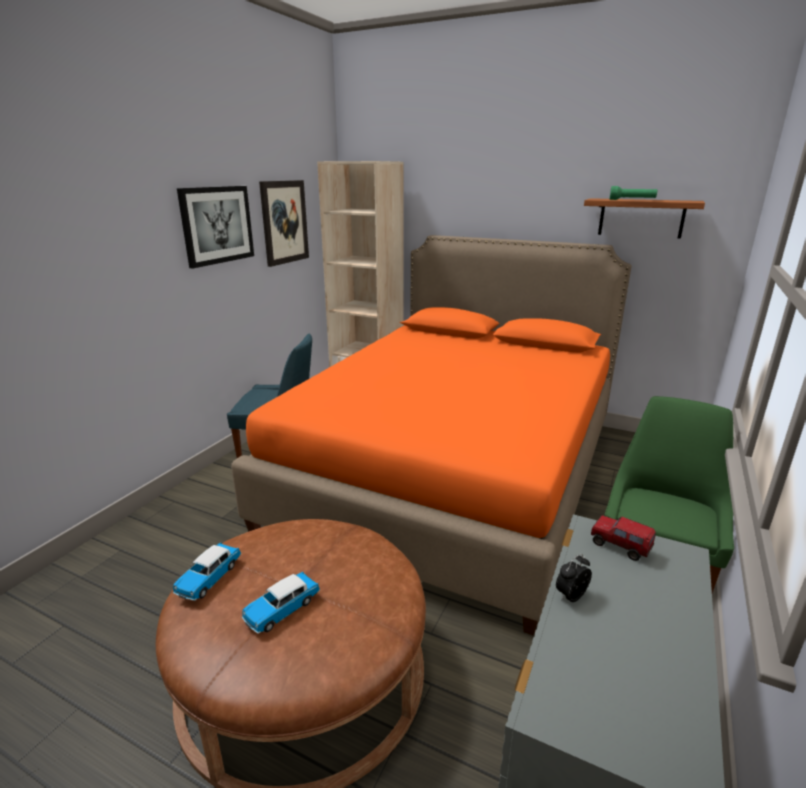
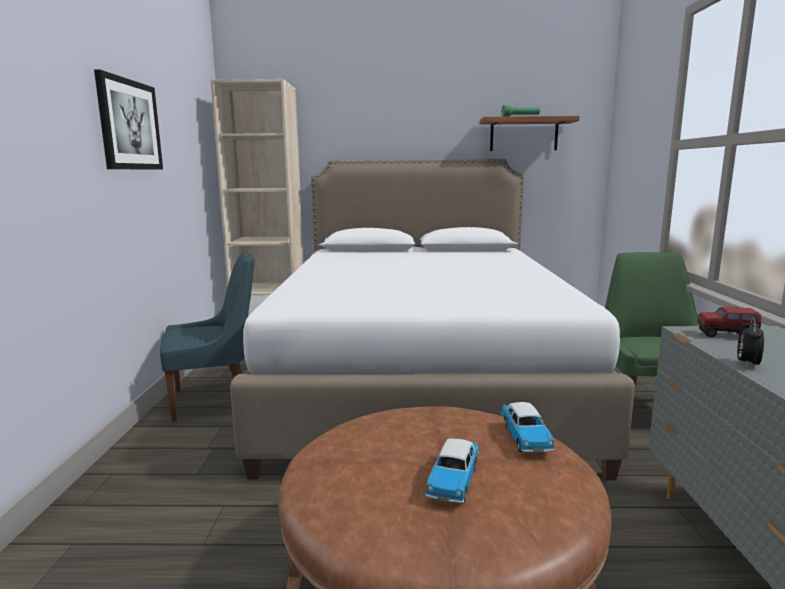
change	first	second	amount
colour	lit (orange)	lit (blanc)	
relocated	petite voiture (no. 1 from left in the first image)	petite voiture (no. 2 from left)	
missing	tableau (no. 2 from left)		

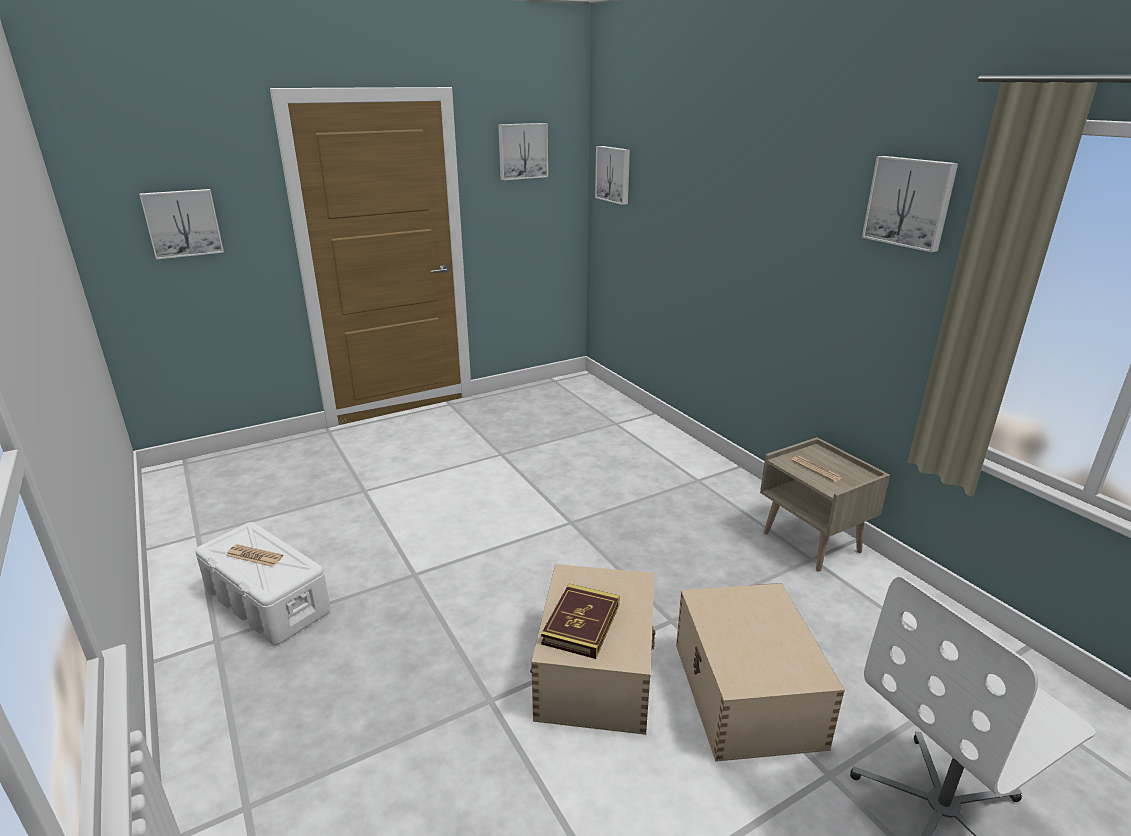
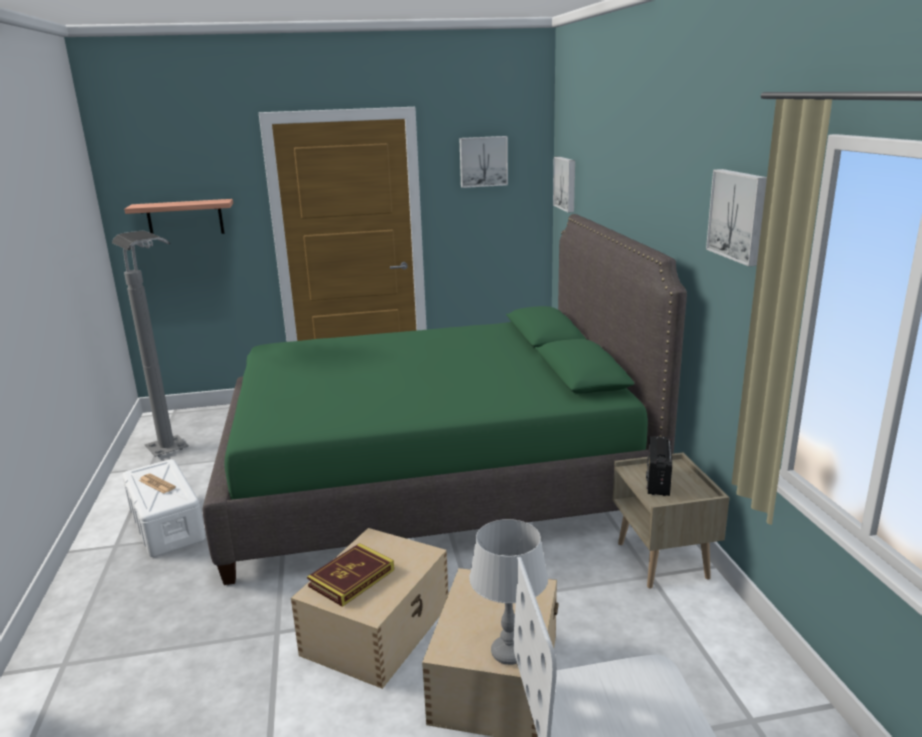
change	first	second	amount
appeared		lampadaire (gris)	
exchanged	tableau (no. 1 from left)	étagère	
appeared		lit (vert)	
appeared		lampe de table (gris)	
exchanged	journal (no. 2 from left)	radio	

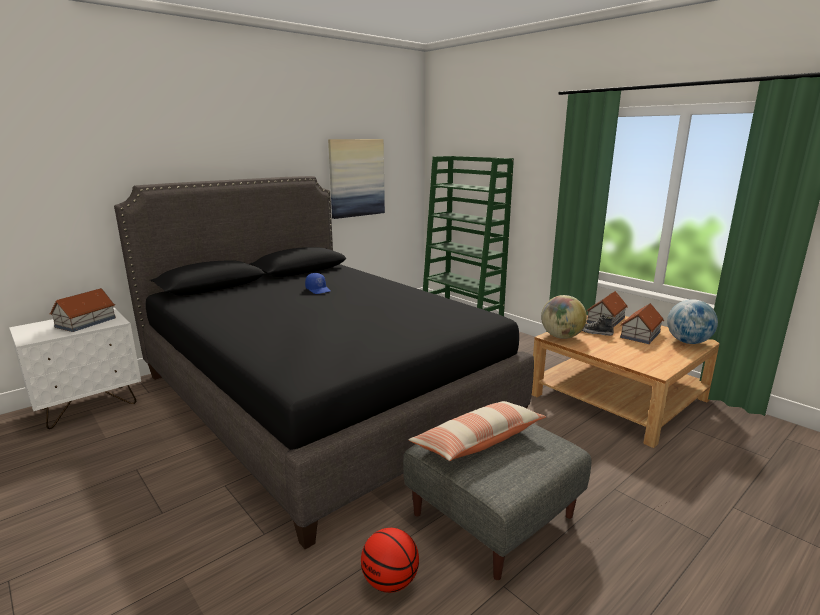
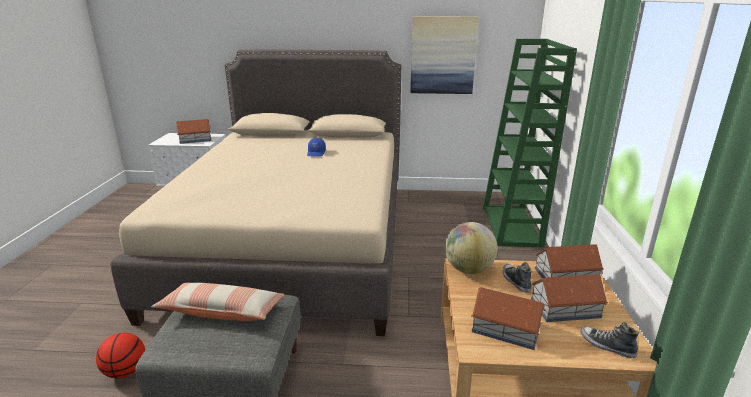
change	first	second	amount
colour	lit (noir)	lit (beige)	
appeared		maison miniature (no. 2 from left)	
exchanged	globe (no. 2 from left)	chaussure (no. 2 from left)	

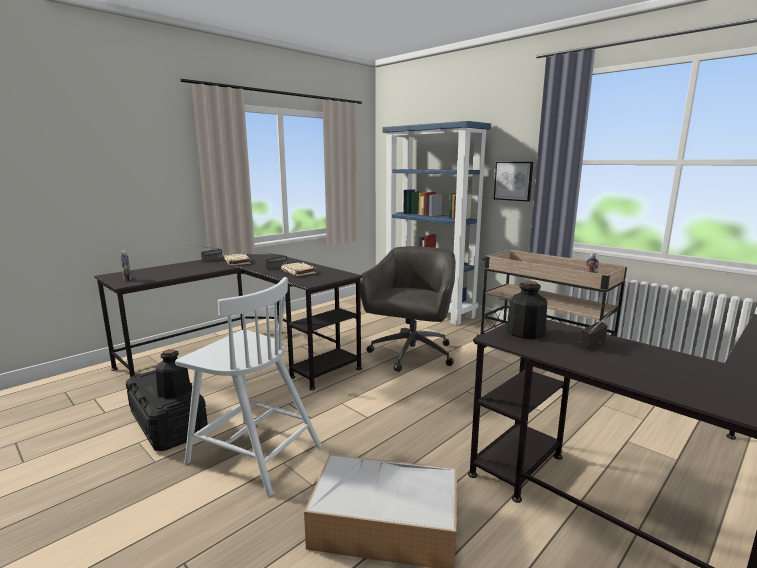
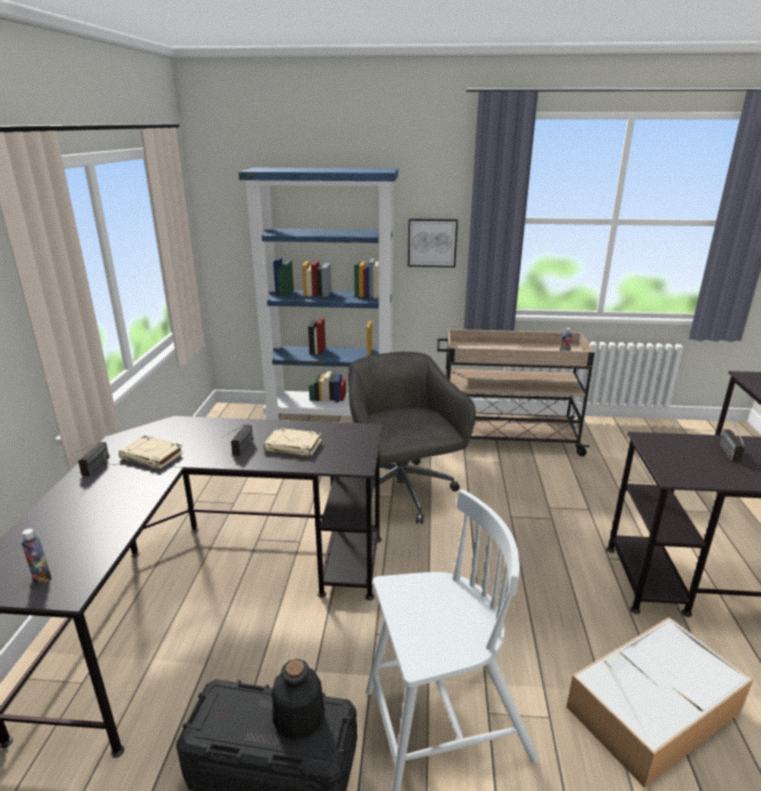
change	first	second	amount
missing	bouteille (no. 3 from left)		

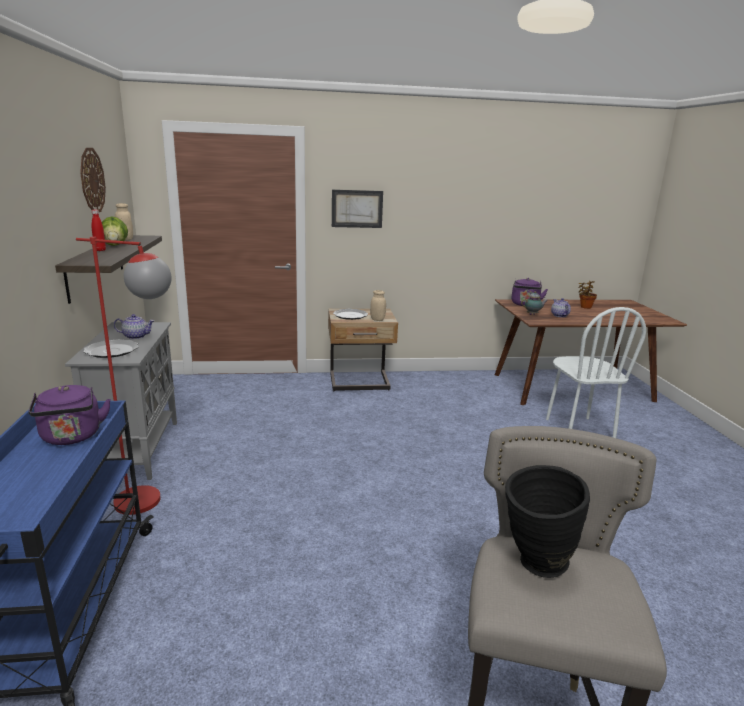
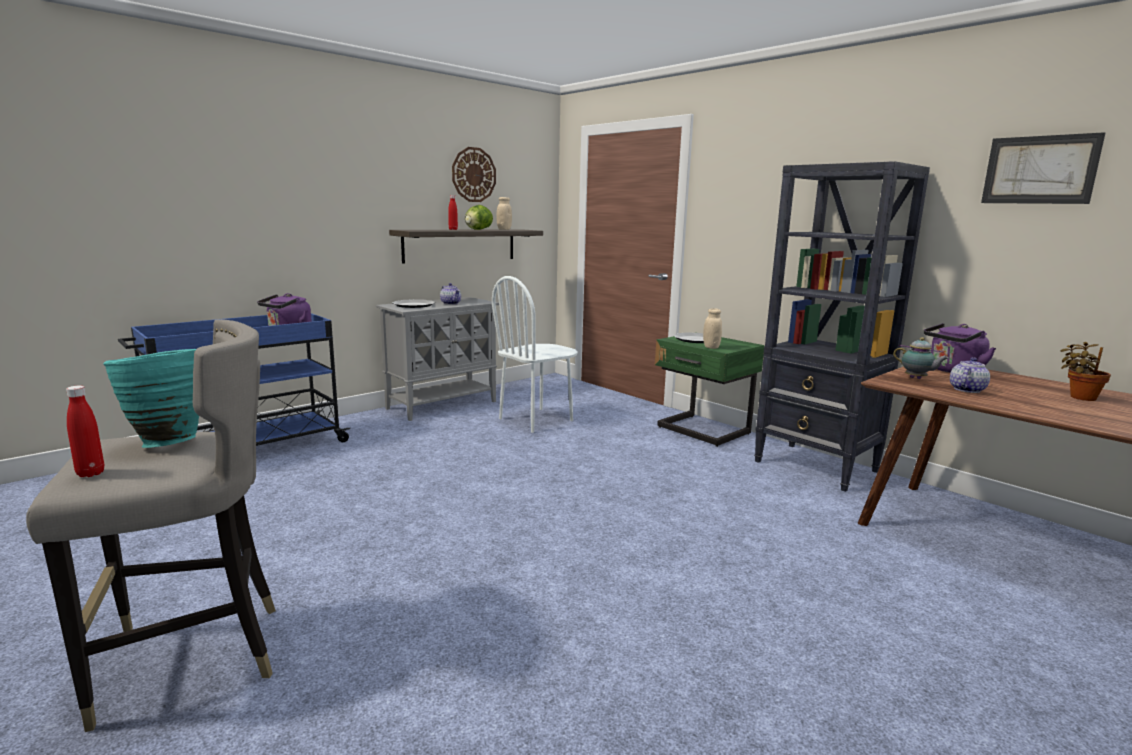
change	first	second	amount
appeared		bouteille (rouge) (no. 1 from left)	
colour	vase (noir)	vase (turquoise)	
relocated	chaise (blanc)		
colour	table de chevet (beige)	table de chevet (vert)	
appeared		bibliothèque (noir)	
relocated	tableau		
missing	lampadaire (rouge)		

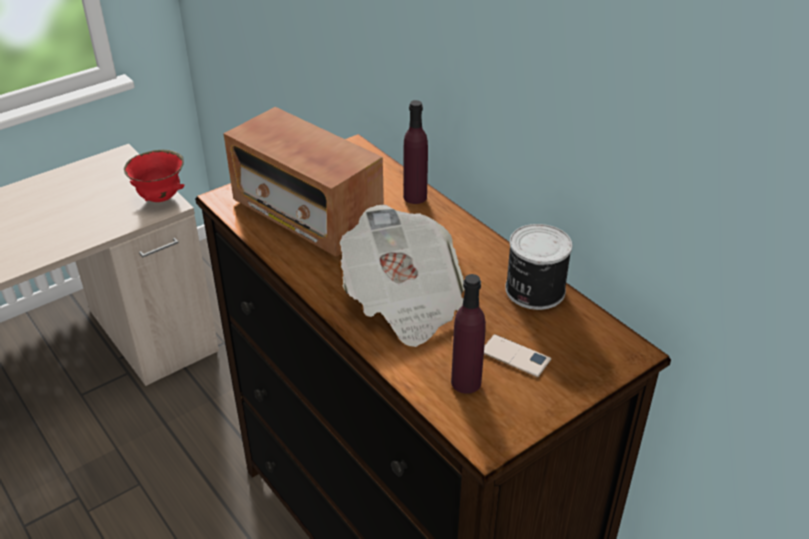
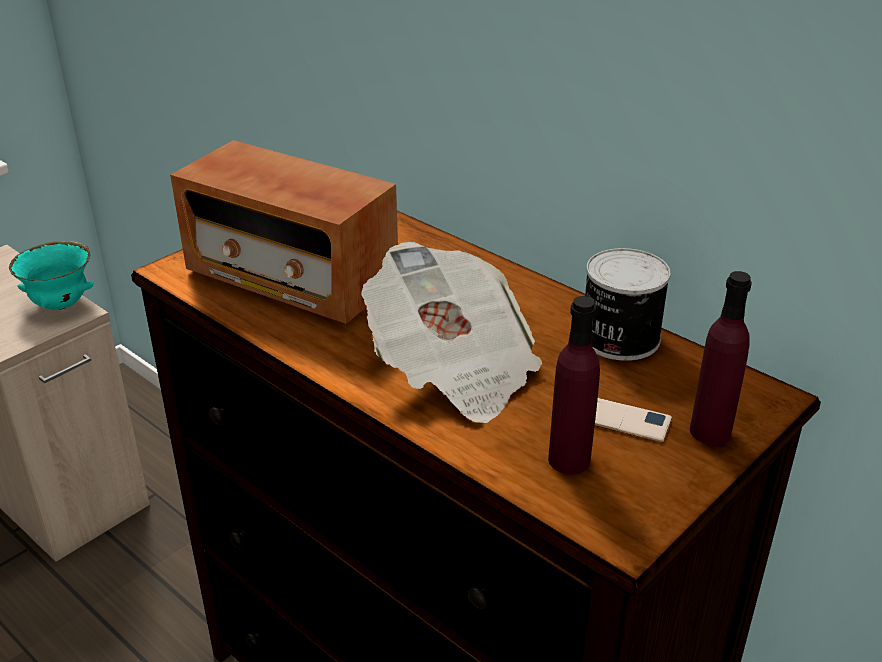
change	first	second	amount
colour	bol (rouge)	bol (turquoise)	
relocated	bouteille (violet) (no. 1 from left in the first image)	bouteille (violet) (no. 2 from left)	

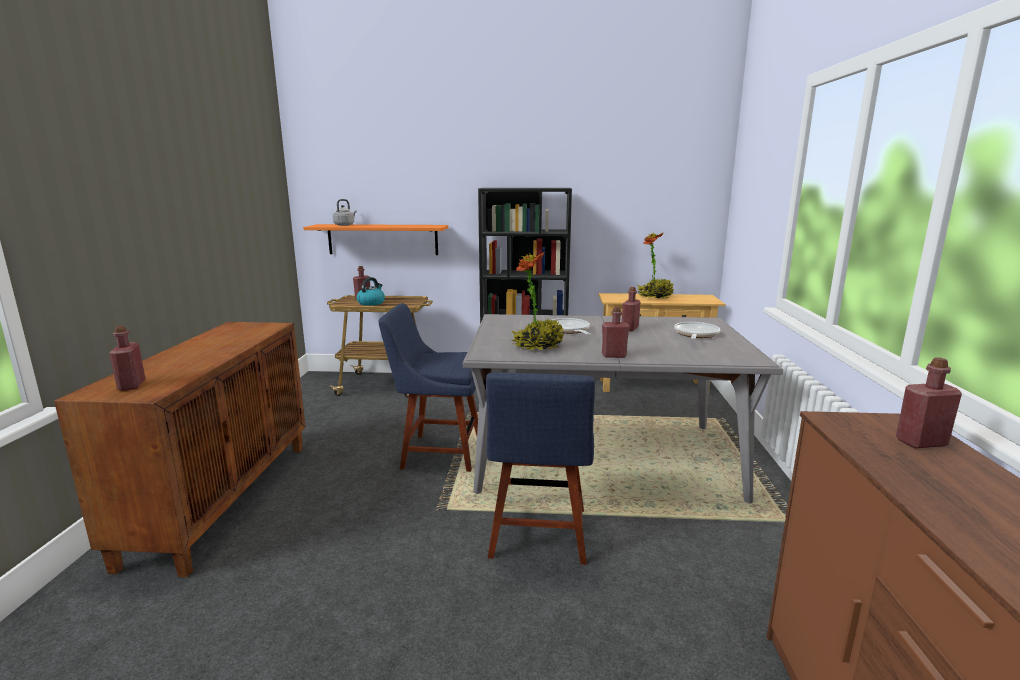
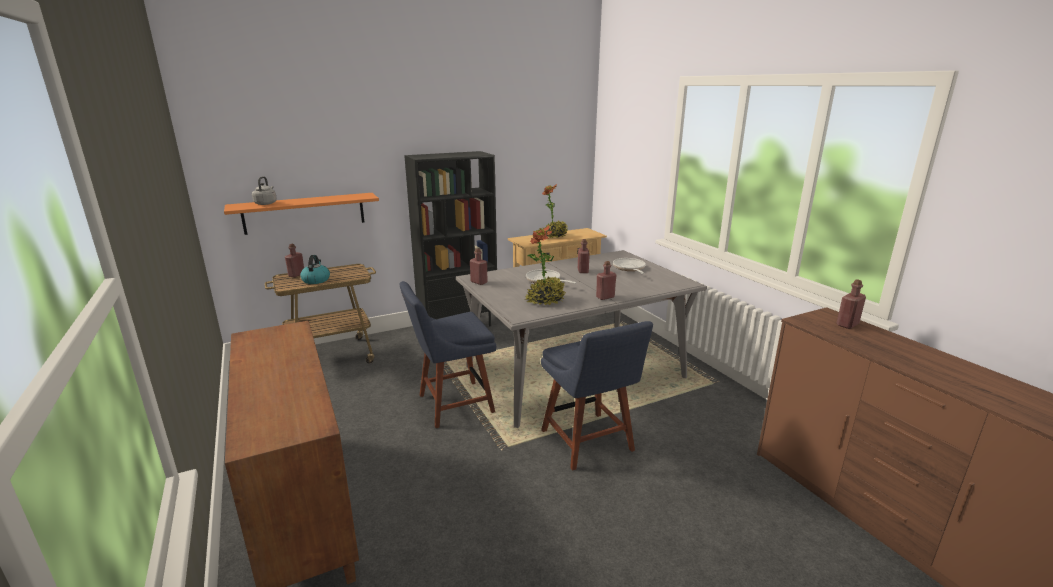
change	first	second	amount
relocated	bouteille (rouge) (no. 1 from left in the first image)	bouteille (rouge) (no. 2 from left)	

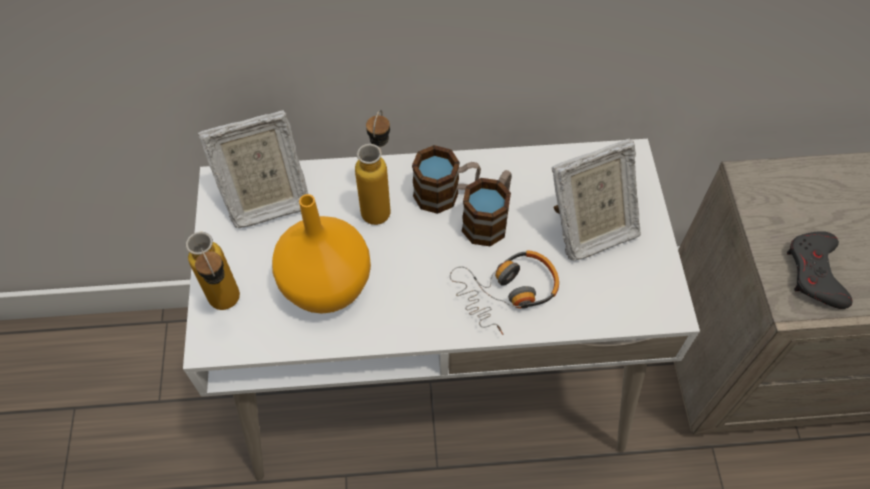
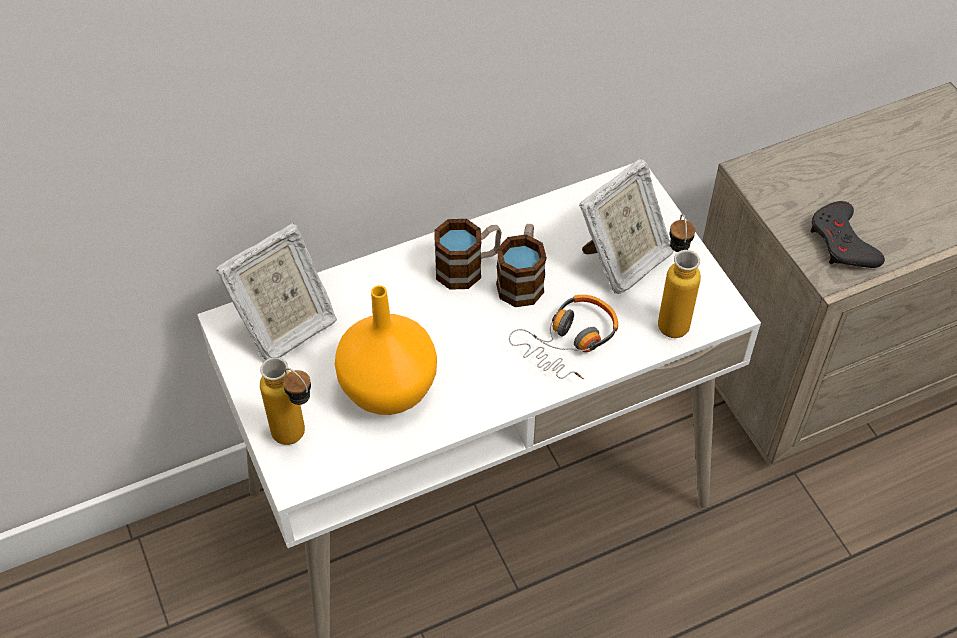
change	first	second	amount
relocated	bouteille (no. 2 from left)		

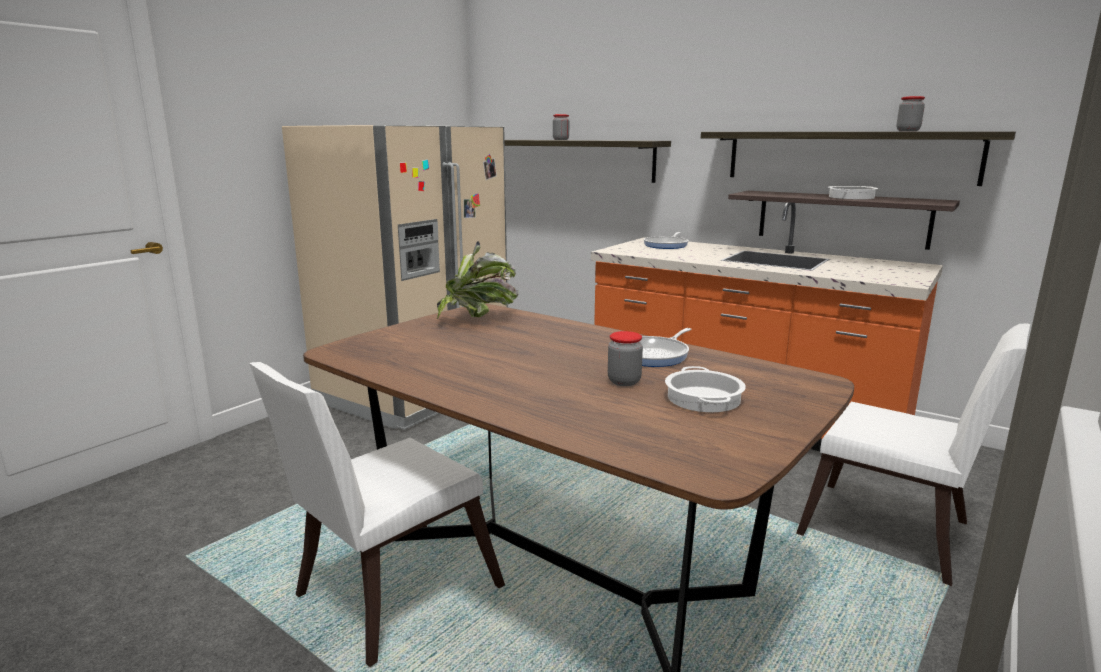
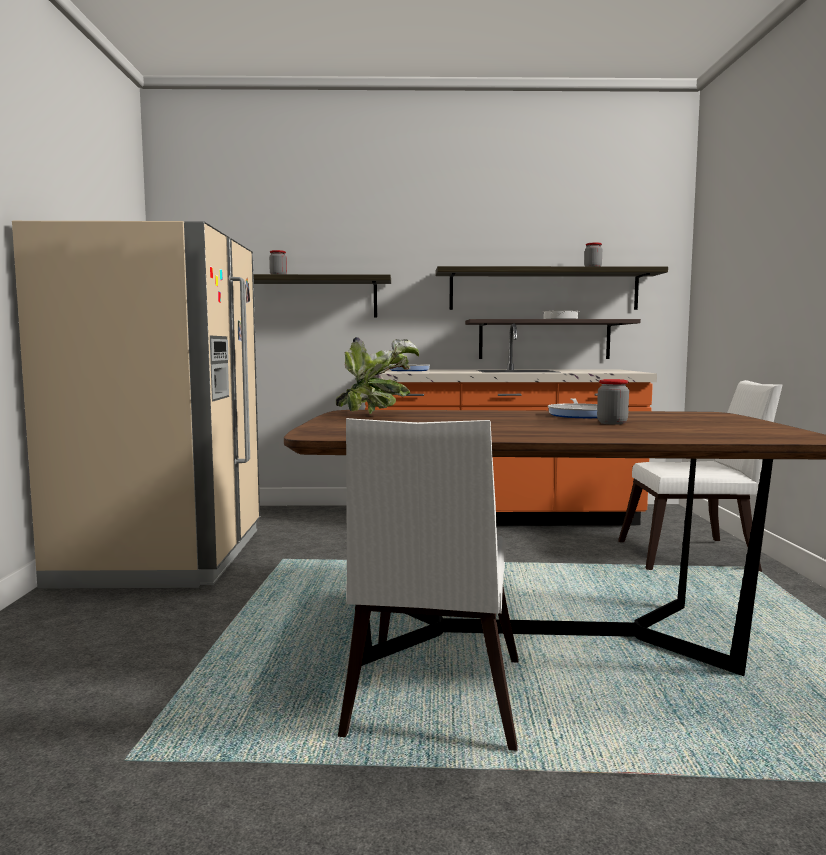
change	first	second	amount
missing	marmite (no. 1 from left)		

